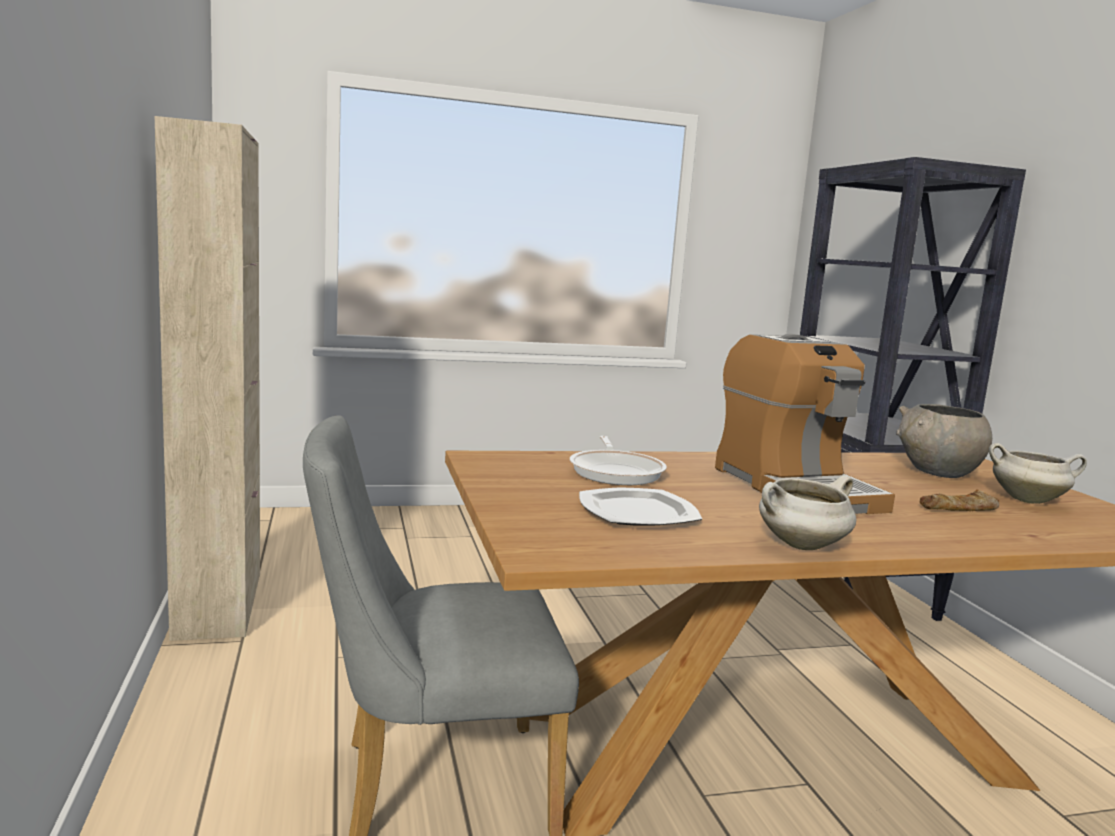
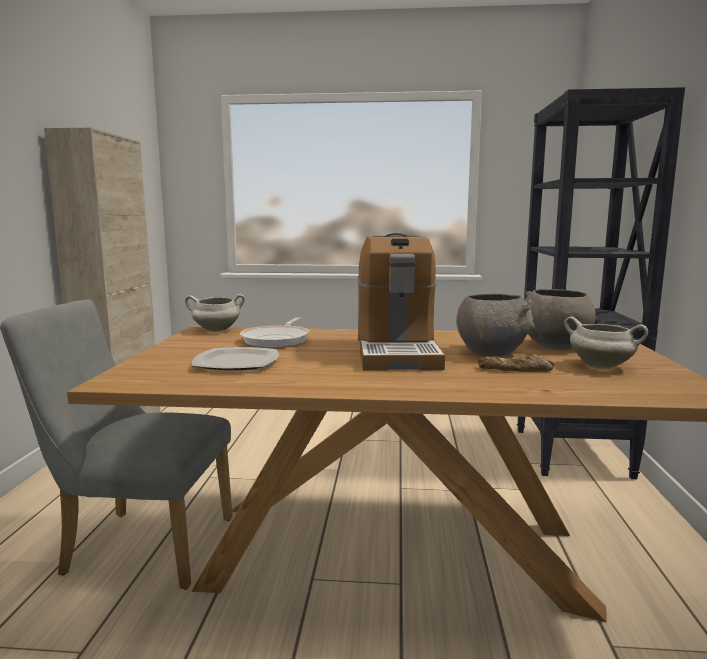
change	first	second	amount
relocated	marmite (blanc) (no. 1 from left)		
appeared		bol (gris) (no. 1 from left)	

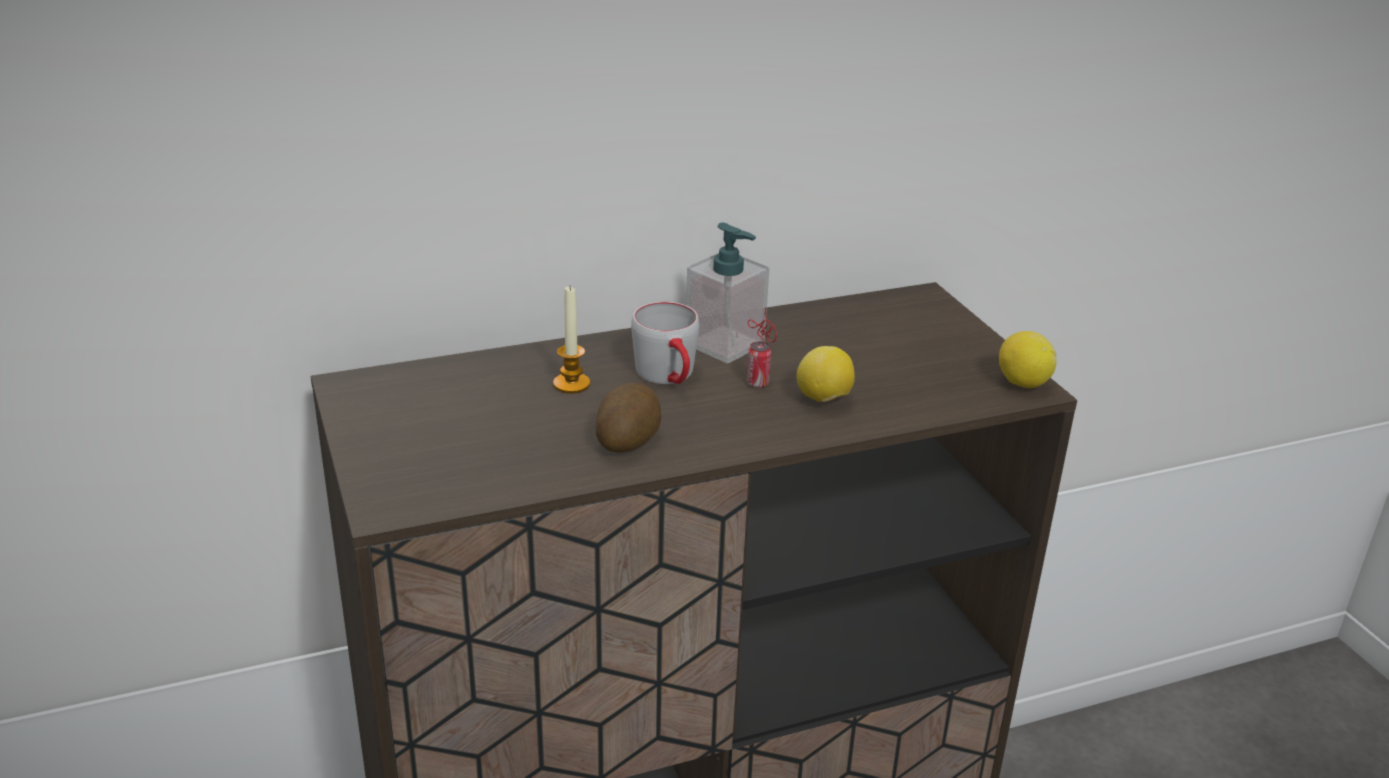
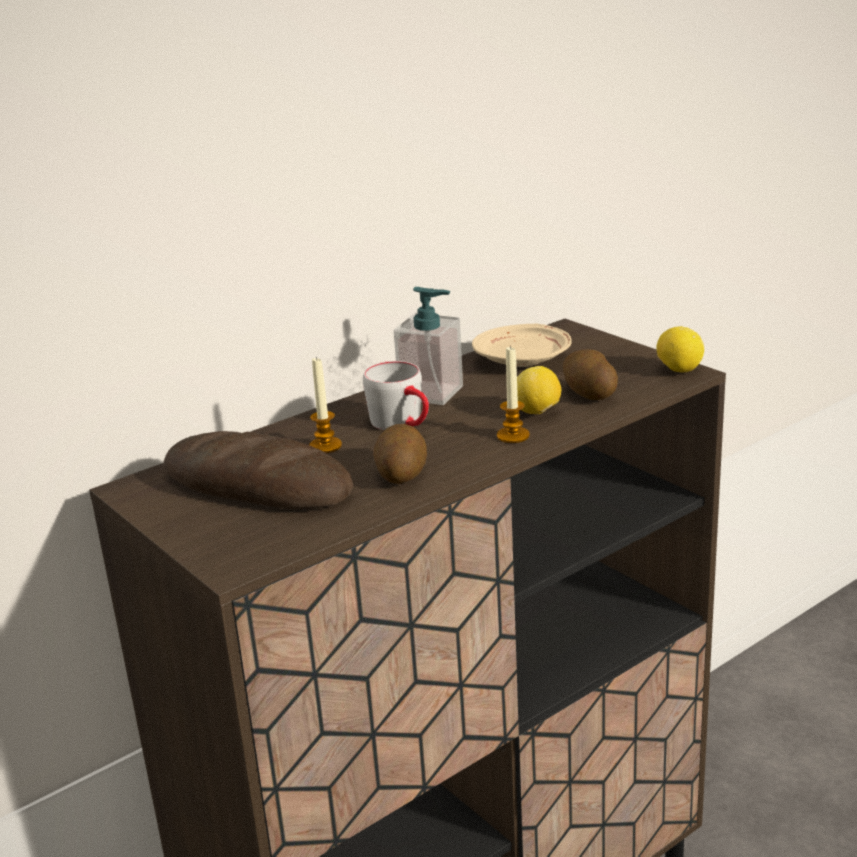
change	first	second	amount
appeared		pain	
appeared		assiette (beige)	
appeared		bougie (no. 2 from left)	
appeared		pomme de terre (no. 2 from left)	
missing	boîte métallique		

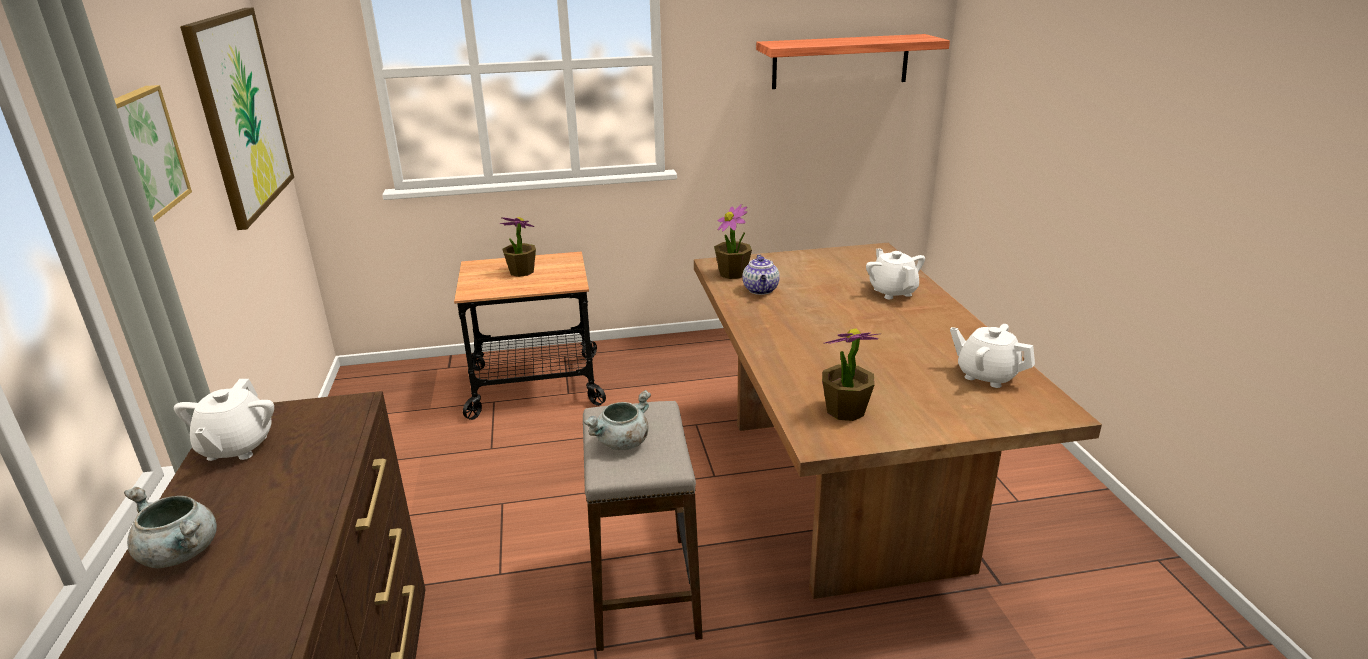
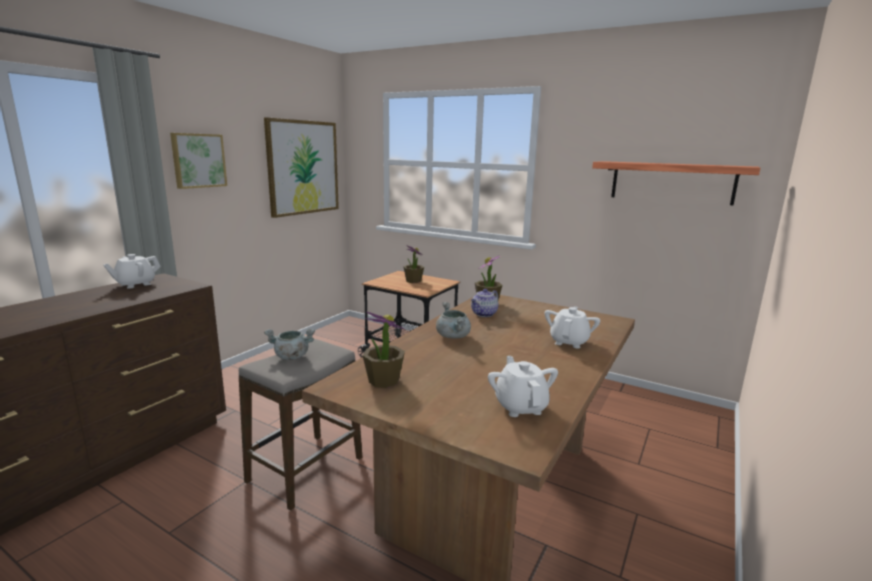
change	first	second	amount
relocated	marmite (gris) (no. 1 from left in the first image)	marmite (gris) (no. 2 from left)	

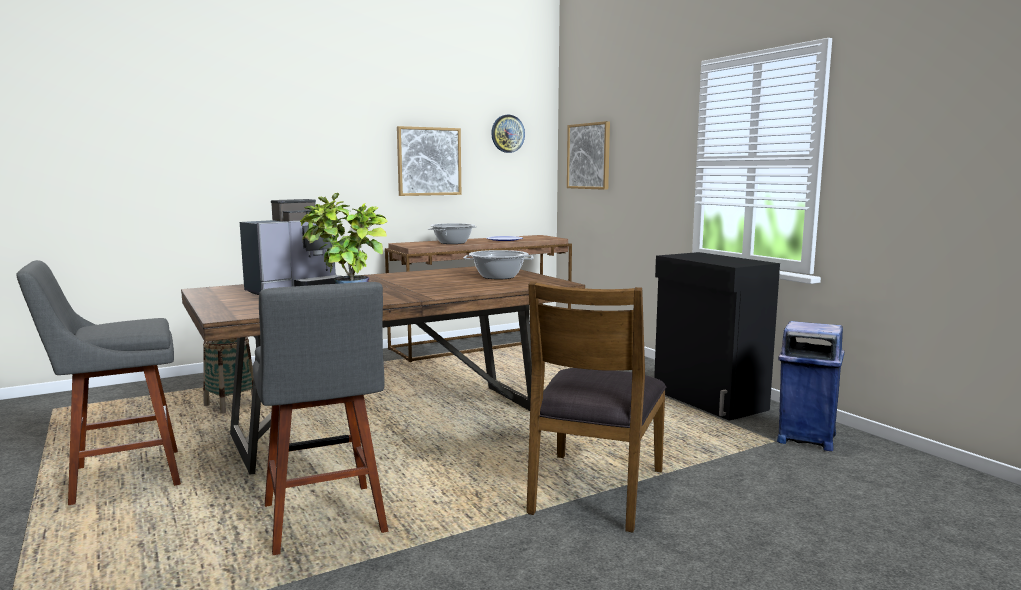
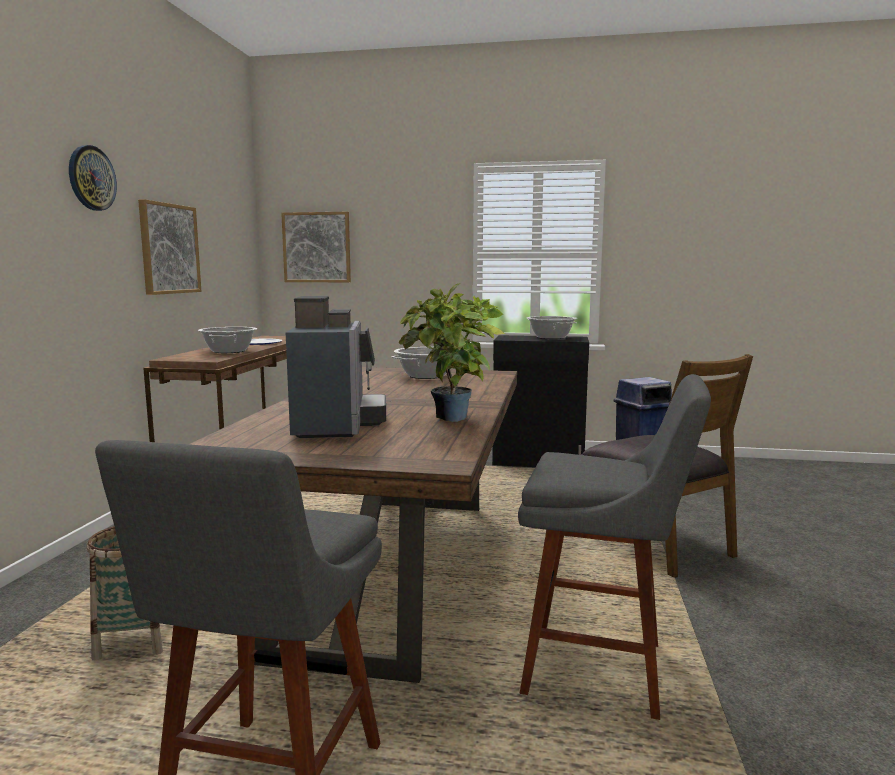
change	first	second	amount
relocated	horloge murale		
appeared		marmite (no. 3 from left)	

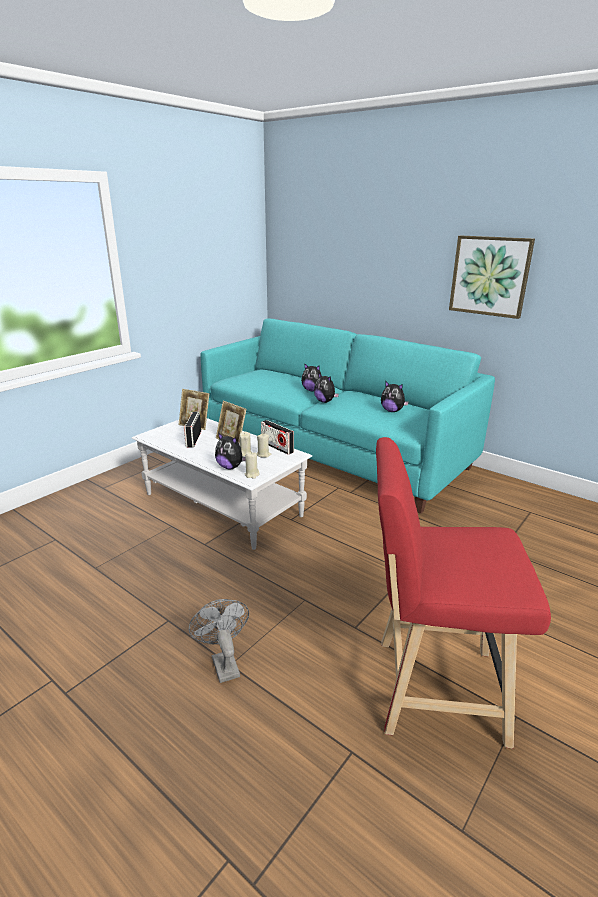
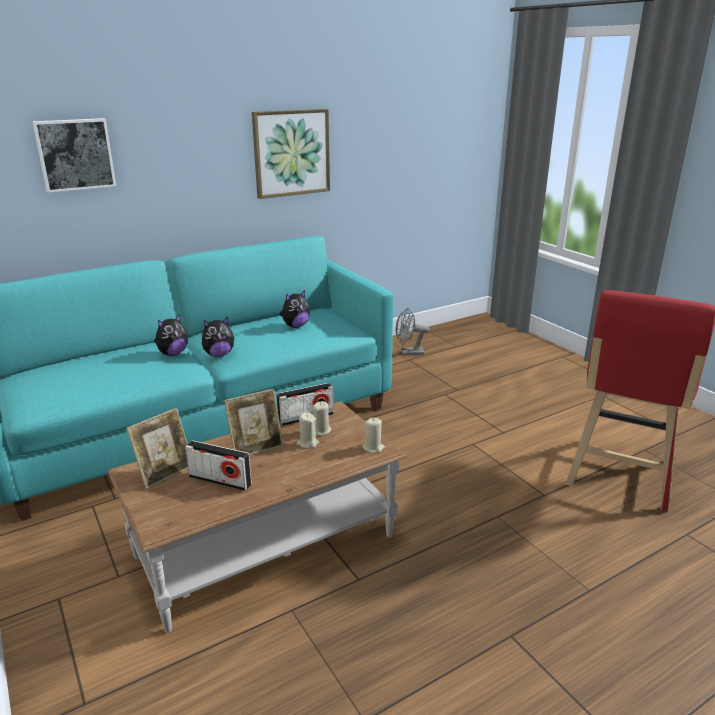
change	first	second	amount
appeared		tableau (no. 1 from left)	
colour	table basse (blanc)	table basse (marron)	
relocated	ventilateur (gris)		
missing	peluche (no. 1 from left)		

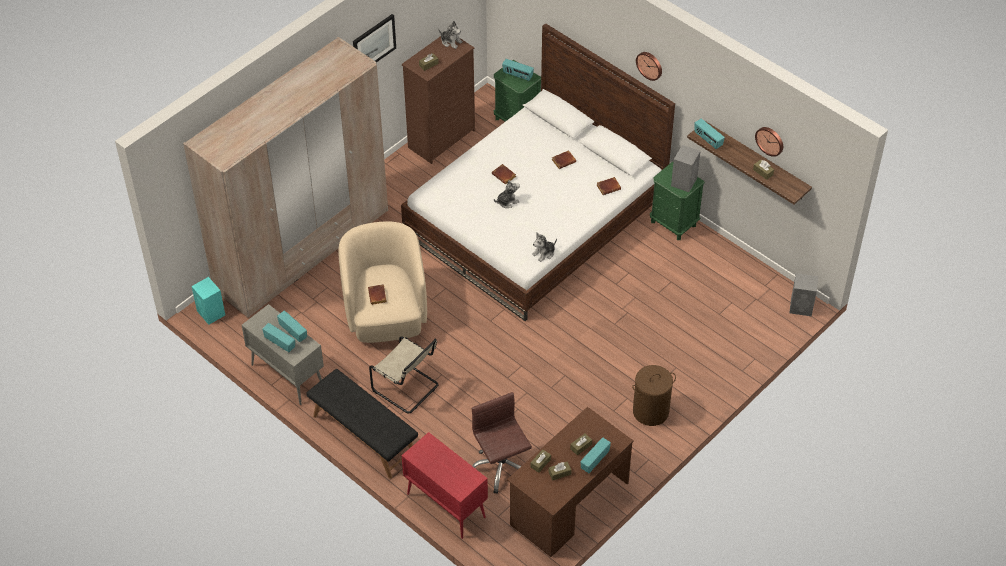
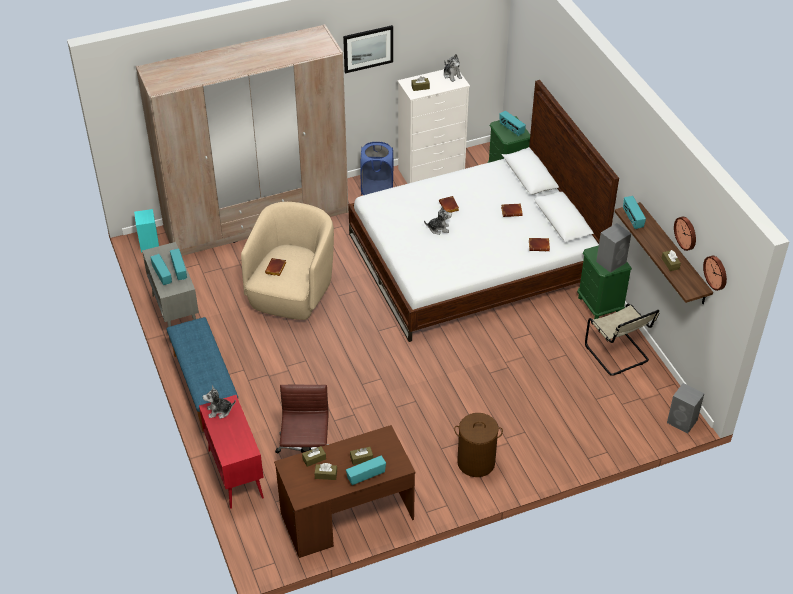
change	first	second	amount
colour	banc (noir)	banc (bleu)	
relocated	peluche (no. 3 from left in the first image)	peluche (no. 1 from left)	
appeared		panier à linge (bleu)	
colour	commode (marron)	commode (blanc)	
relocated	chaise (beige)		
relocated	horloge murale (no. 1 from left in the first image)	horloge murale (no. 2 from left)	

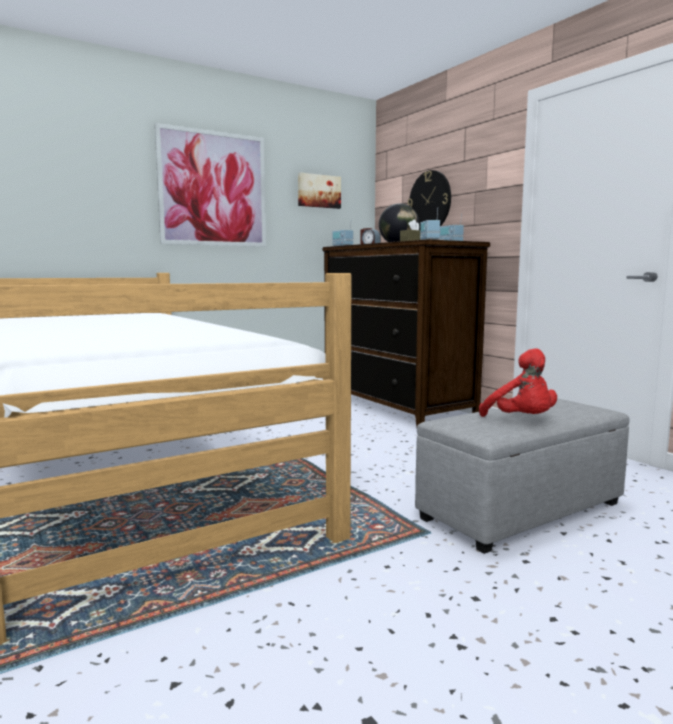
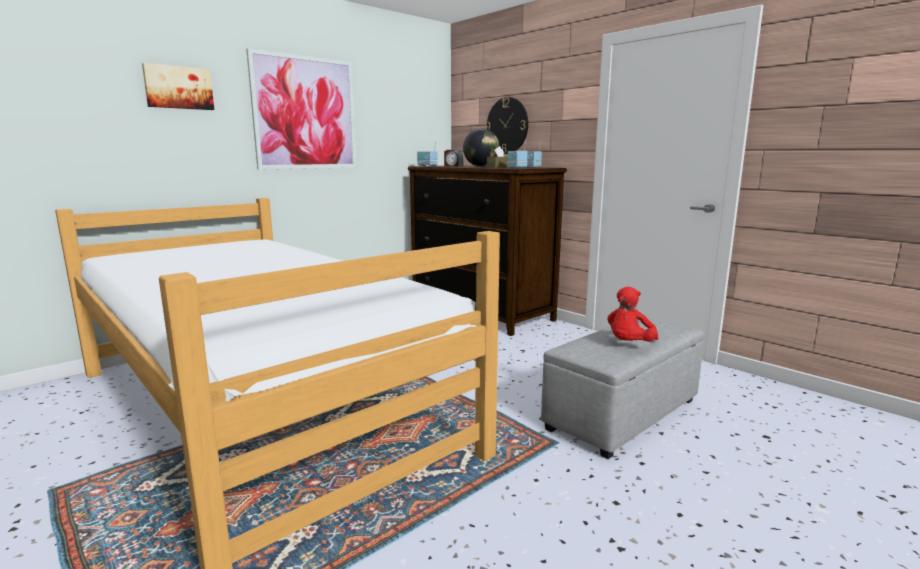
change	first	second	amount
relocated	tableau (no. 2 from left in the first image)	tableau (no. 1 from left)	
spun	peluche (rouge)		75 degrees clockwise

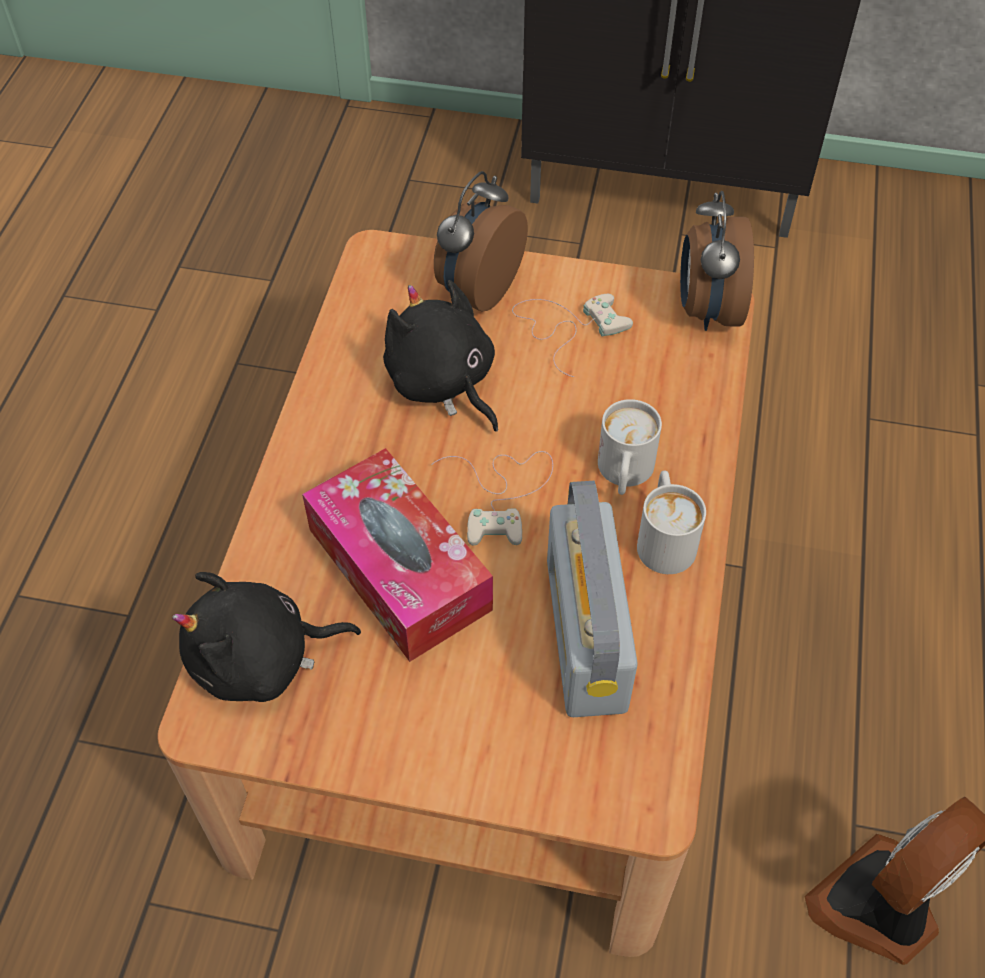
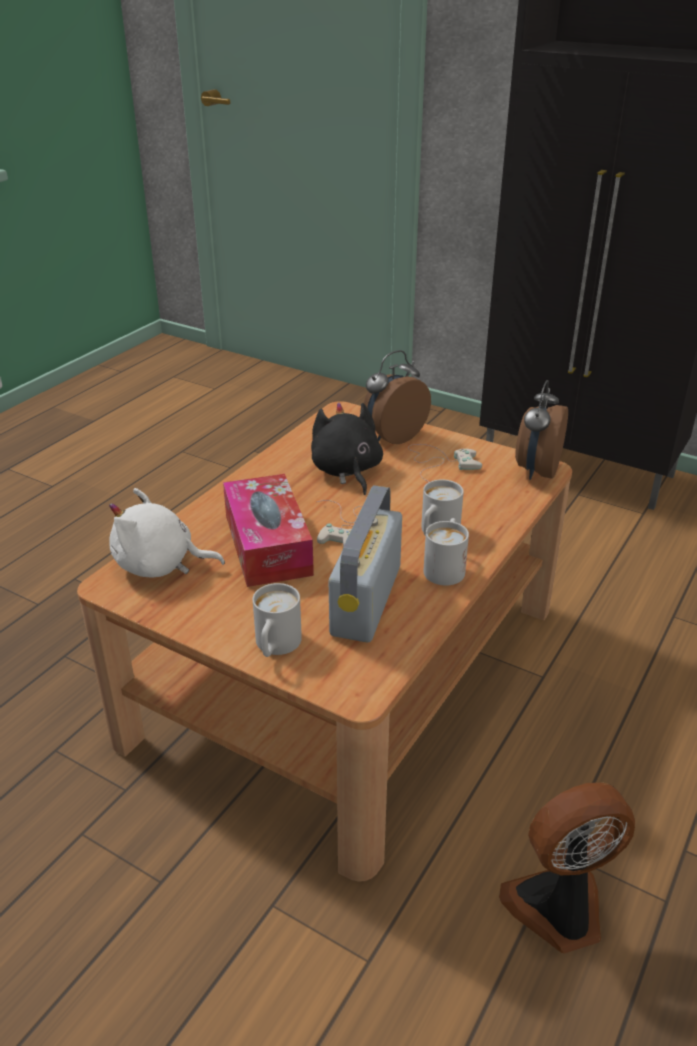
change	first	second	amount
colour	peluche (noir) (no. 1 from left)	peluche (blanc)	
appeared		mug (blanc) (no. 1 from left)	

